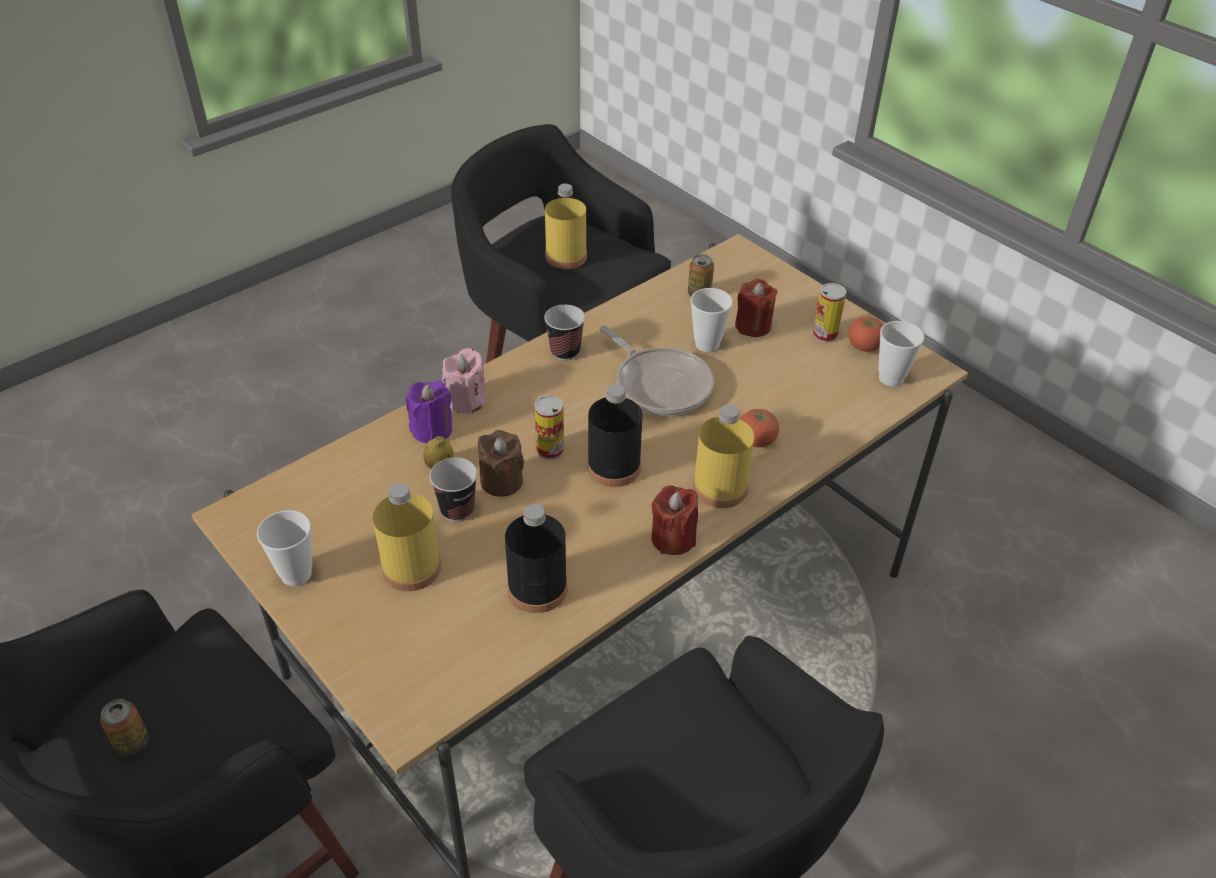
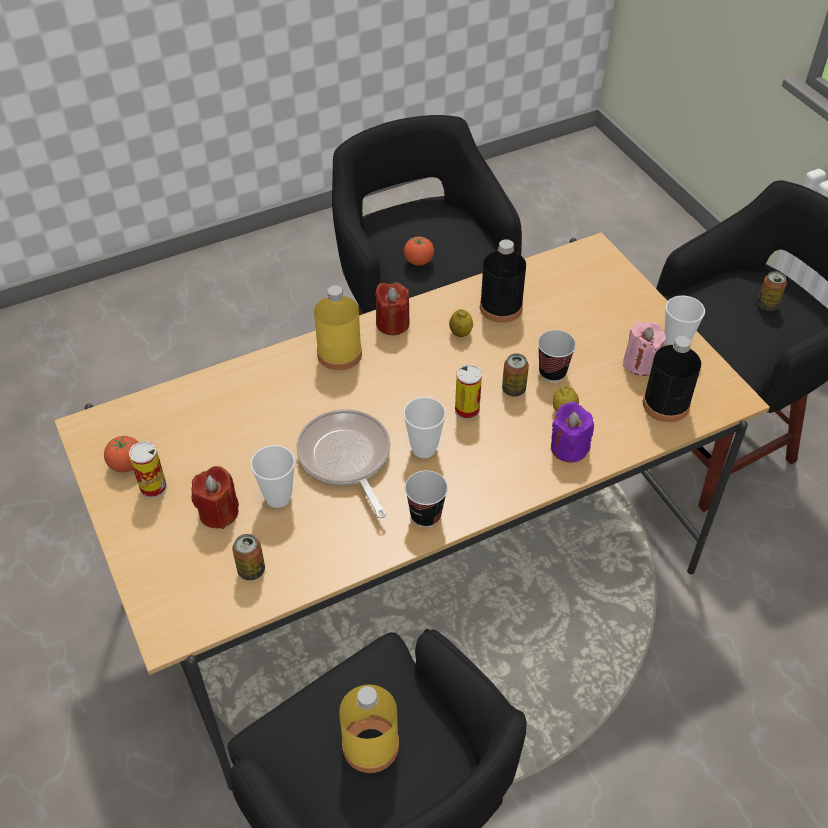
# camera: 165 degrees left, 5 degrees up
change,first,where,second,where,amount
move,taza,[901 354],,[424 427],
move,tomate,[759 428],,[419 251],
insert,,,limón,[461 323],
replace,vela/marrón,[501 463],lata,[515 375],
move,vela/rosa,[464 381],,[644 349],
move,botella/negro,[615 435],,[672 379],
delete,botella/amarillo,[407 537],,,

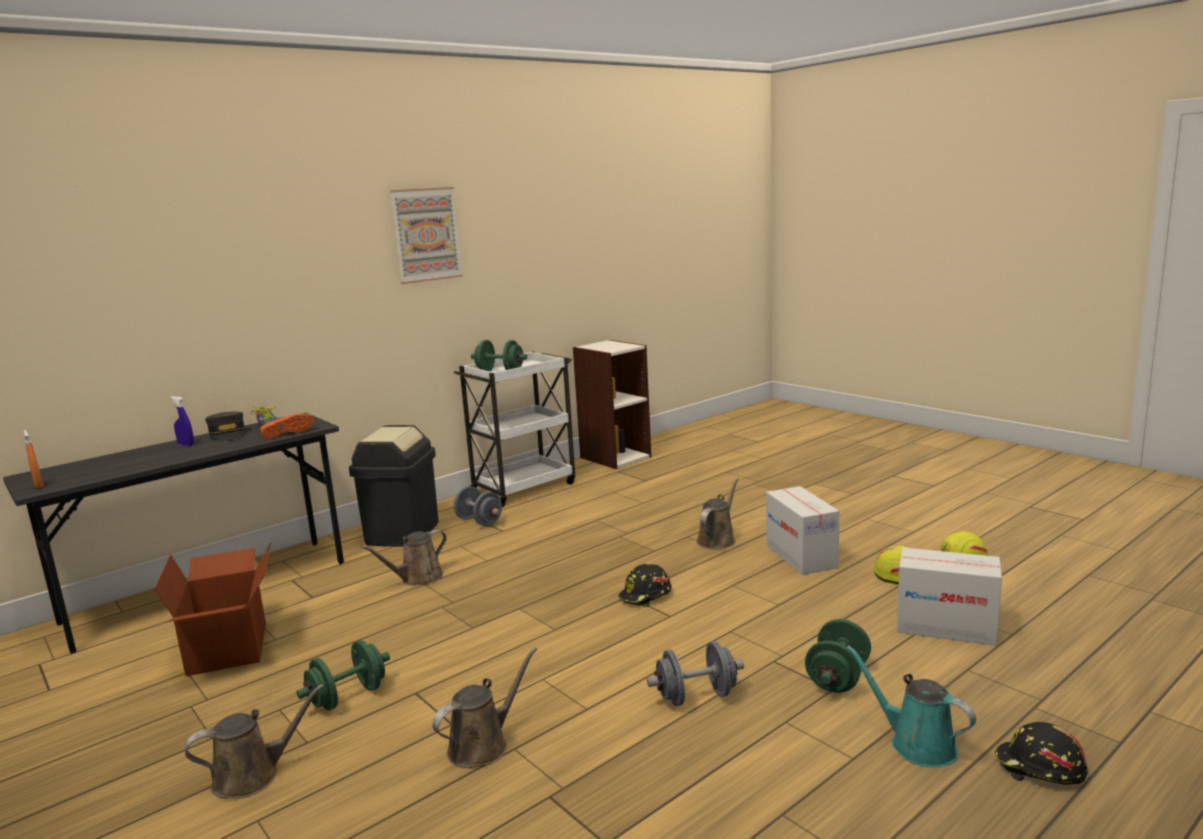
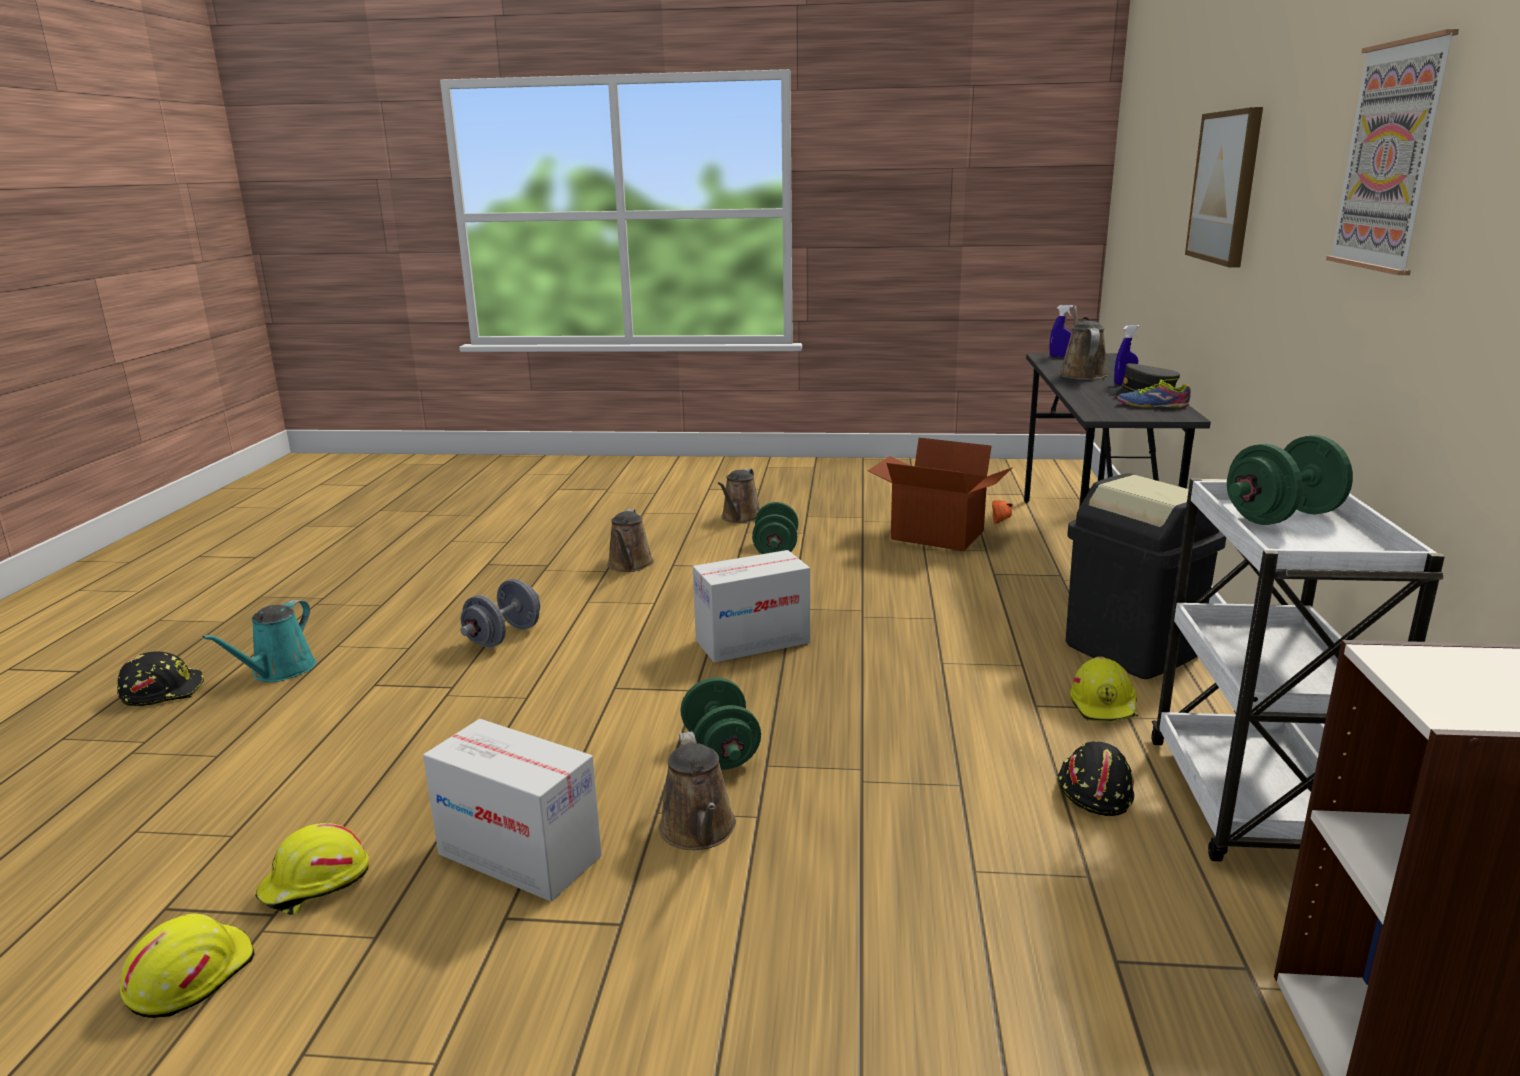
# camera: 135 degrees right, 5 degrees up
change,first,where,second,where,amount
rotate,regadera/turquesa,[911 706],,[259 641],105 degrees clockwise
move,mancuerna/verde,[838 656],,[720 724],
move,caja de cartón,[949 596],,[751 606],
move,zapato/naranja,[287 426],,[1002 512],
recolor,pulverizador/naranja,[33 459],pulverizador/azul,[1061 331],
move,casco/negro,[645 585],,[1095 778],
move,regadera/marrón,[404 558],,[1083 343],
replace,mancuerna/gris,[478 506],casco/amarillo,[1104 689],
insert,,,cuadro,[1224 187],

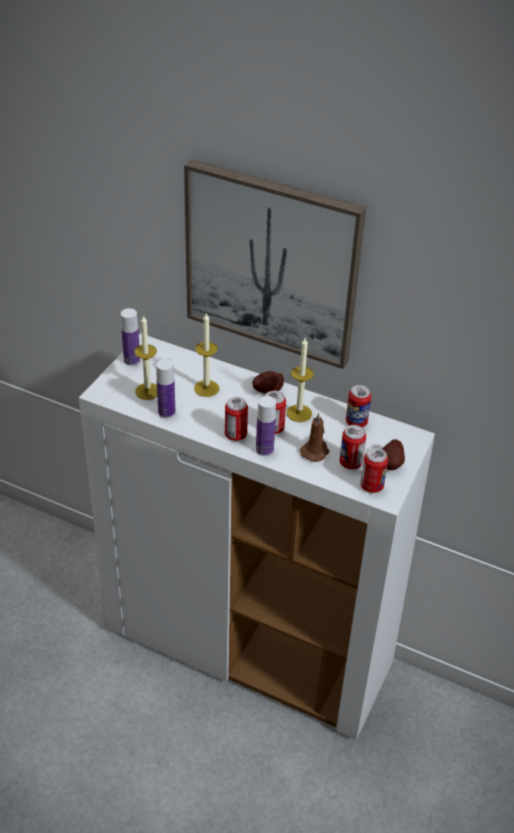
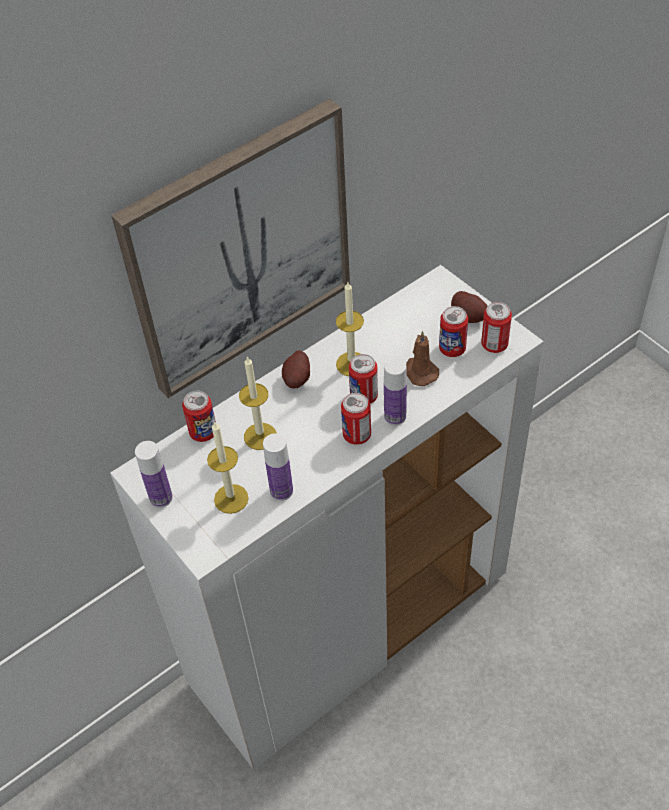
# camera: 60 degrees left, 10 degrees up
change,first,where,second,where,amount
move,lata,[358 406],,[199 416],

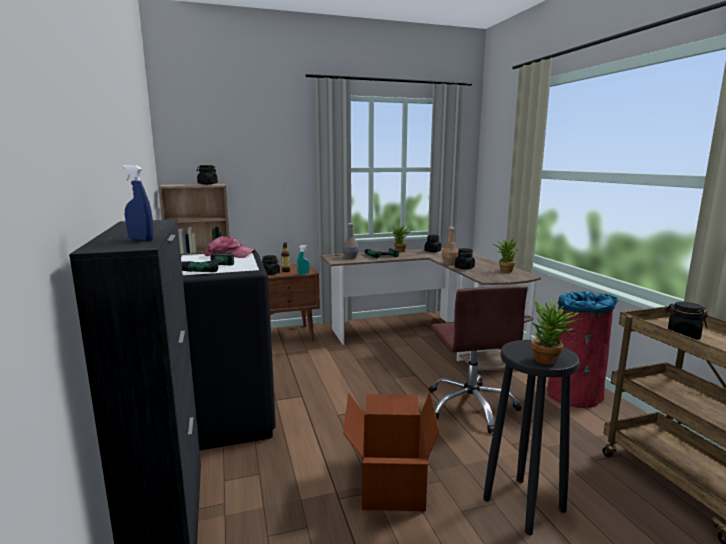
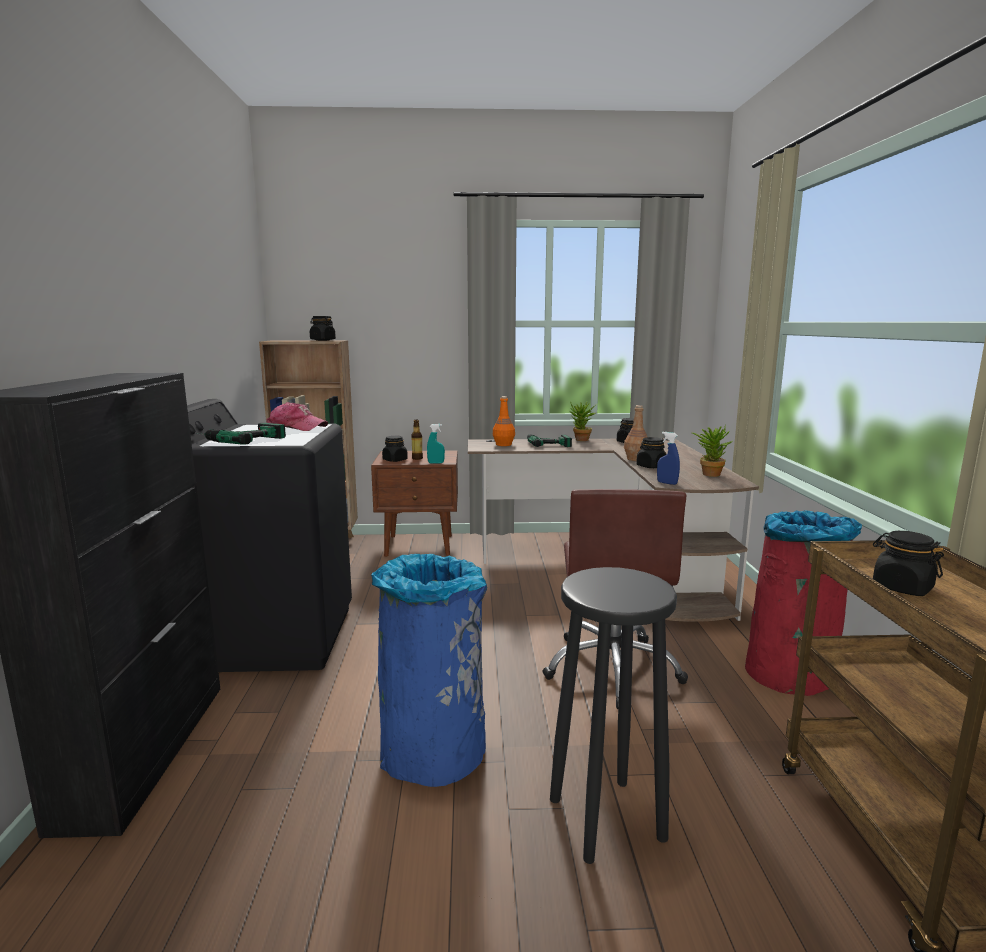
# camera: 15 degrees right, 0 degrees up
change,first,where,second,where,amount
replace,caja de cartón,[391 451],papelera/azul,[429 670],
recolor,botella/gris,[351 241],botella/naranja,[504 421],
move,pulverizador/azul,[138 203],,[668 458],
delete,planta en maceta,[556 332],,,

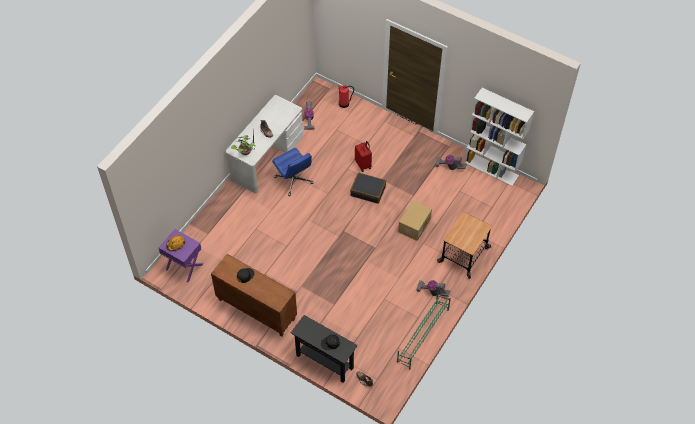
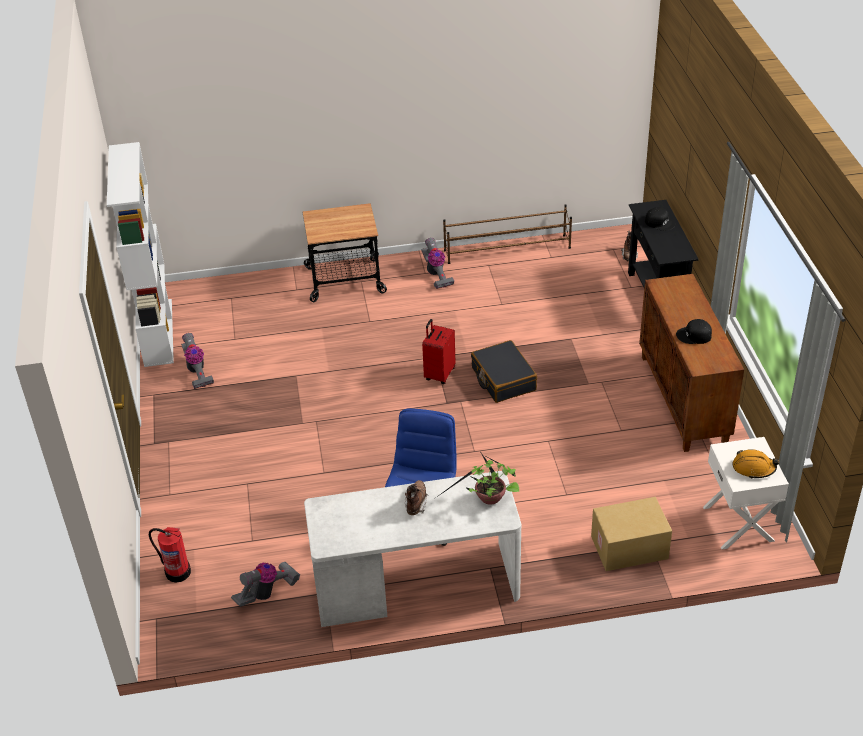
# camera: 130 degrees left, 15 degrees down
change,first,where,second,where,amount
move,maleta/rojo,[363 156],,[439 351],
recolor,zapatero/verde,[424 330],zapatero/marrón,[507 234],
move,maleta/negro,[368 188],,[504 371],
move,caja de cartón,[415 220],,[631 534],
recolor,mesita de noche/morado,[180 256],mesita de noche/blanco,[746 493],

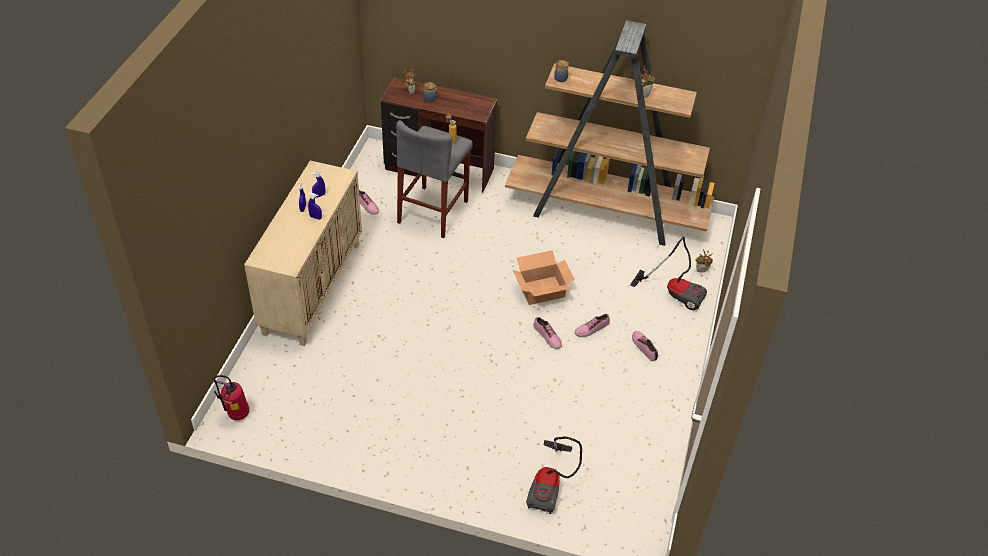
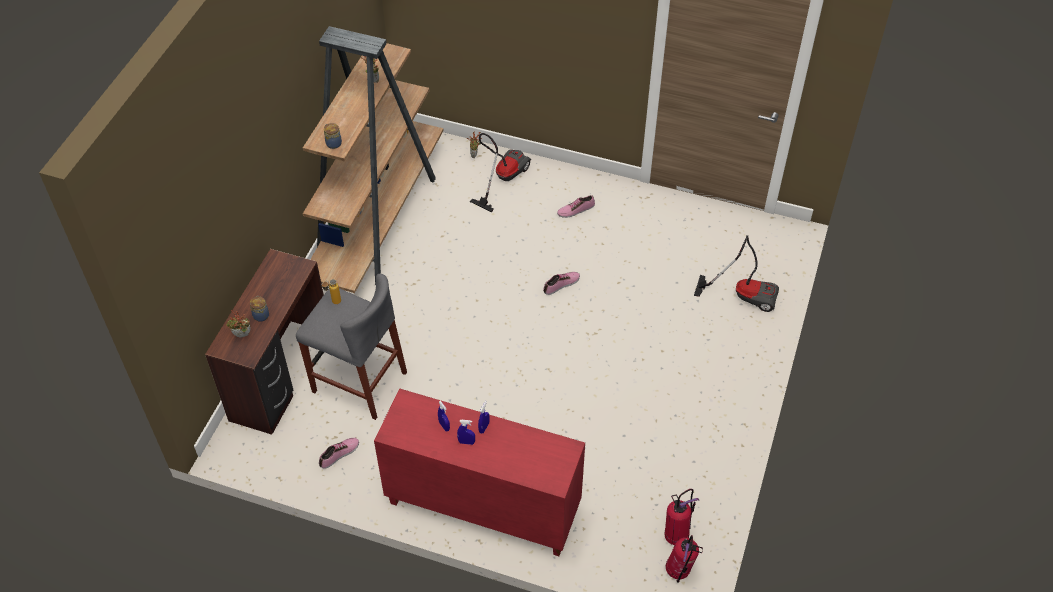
# camera: 85 degrees left, 5 degrees up
change,first,where,second,where,amount
recolor,armario/beis,[303 253],armario/rojo,[479 472],
insert,,,extintor,[681 517],
delete,caja de cartón,[543 277],,,
delete,zapato,[592 325],,,

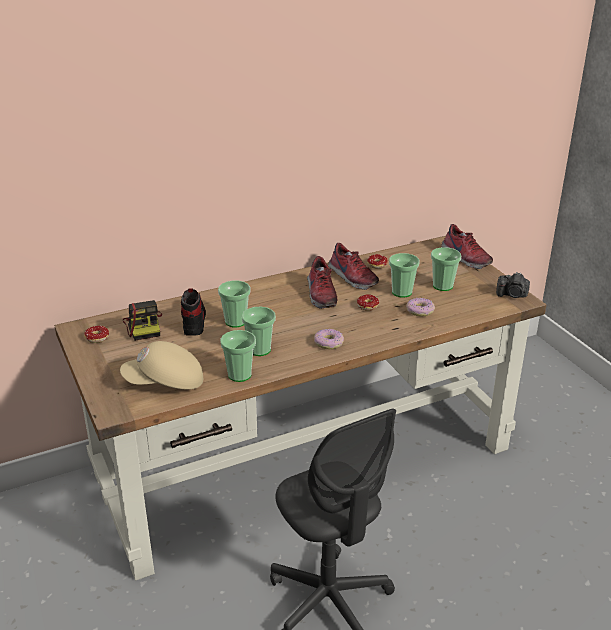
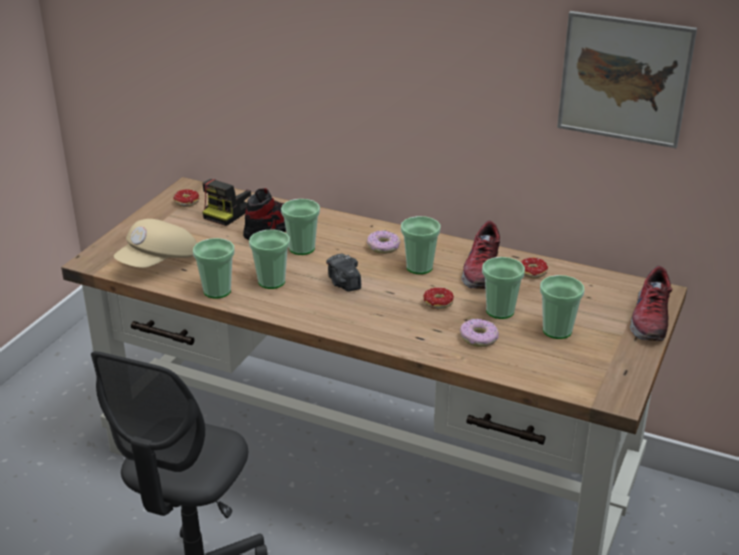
# camera: 50 degrees right, 0 degrees up
change,first,where,second,where,amount
rotate,gorra/beis,[161 365],,[155 243],90 degrees counterclockwise
move,cámara,[513 285],,[343 273],
move,rosquilla,[329 339],,[383 242],
replace,zapato,[322 282],taza,[421 245],
insert,,,cuadro,[627 79],

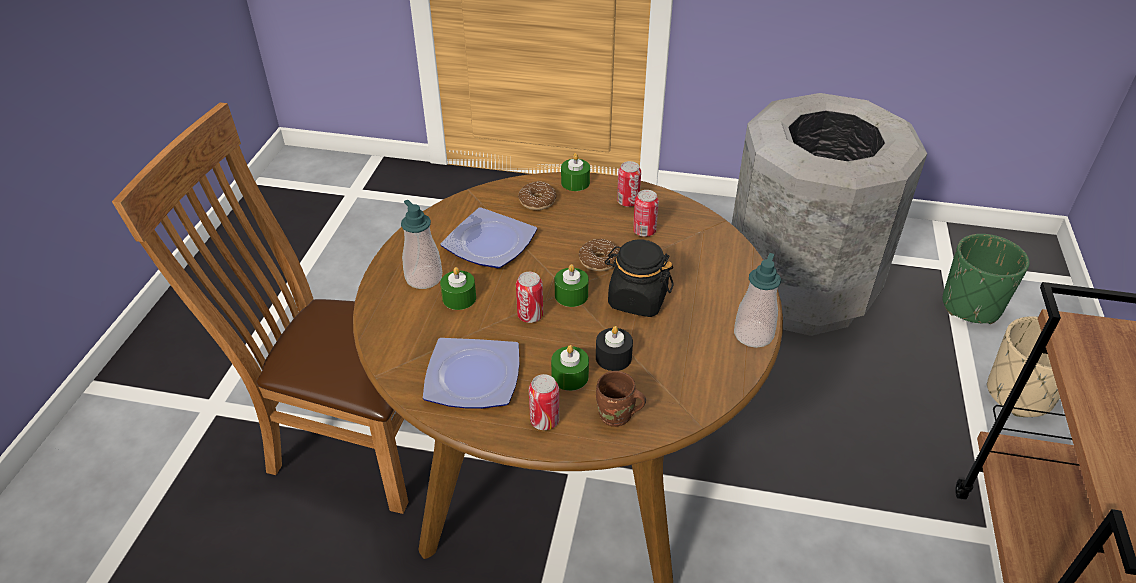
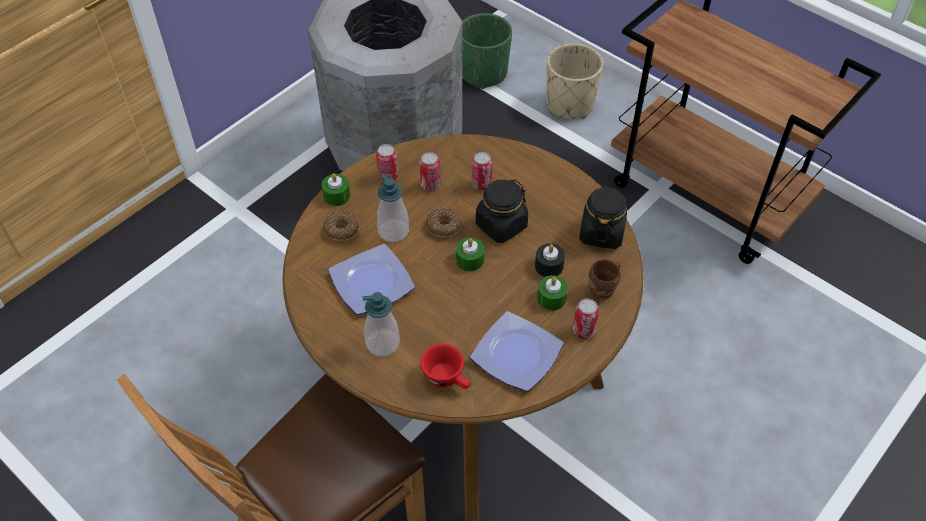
# camera: 60 degrees left, 10 degrees up
change,first,where,second,where,amount
move,dispensador de jabón,[757 300],,[393 207],
insert,,,taza/rojo,[445 366],
move,lata,[529 297],,[482 171],
insert,,,tarro/negro,[603 217],
delete,vela/verde,[458 288],,,

